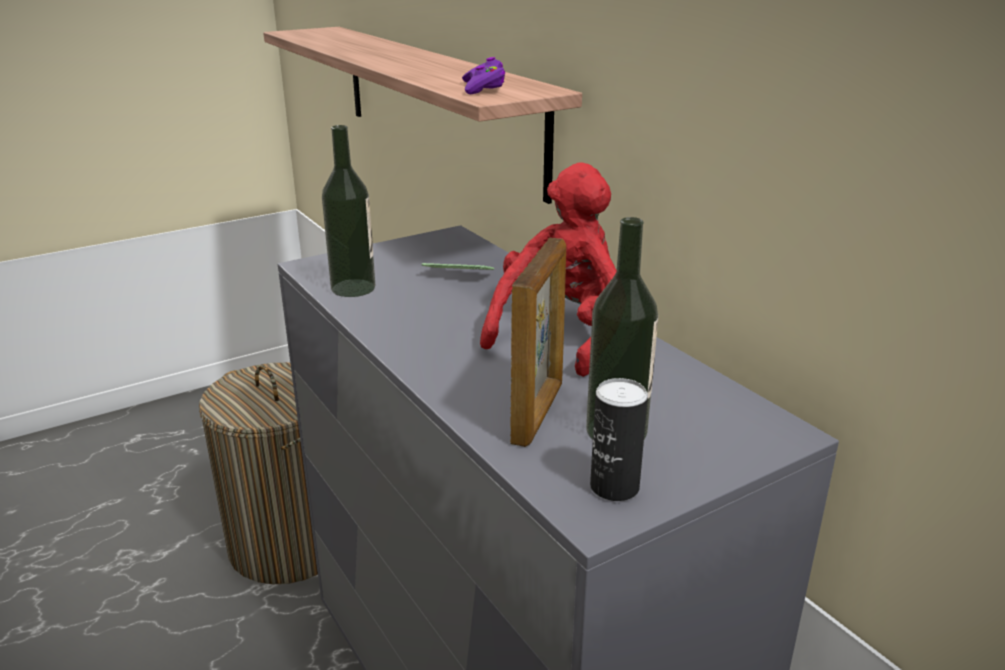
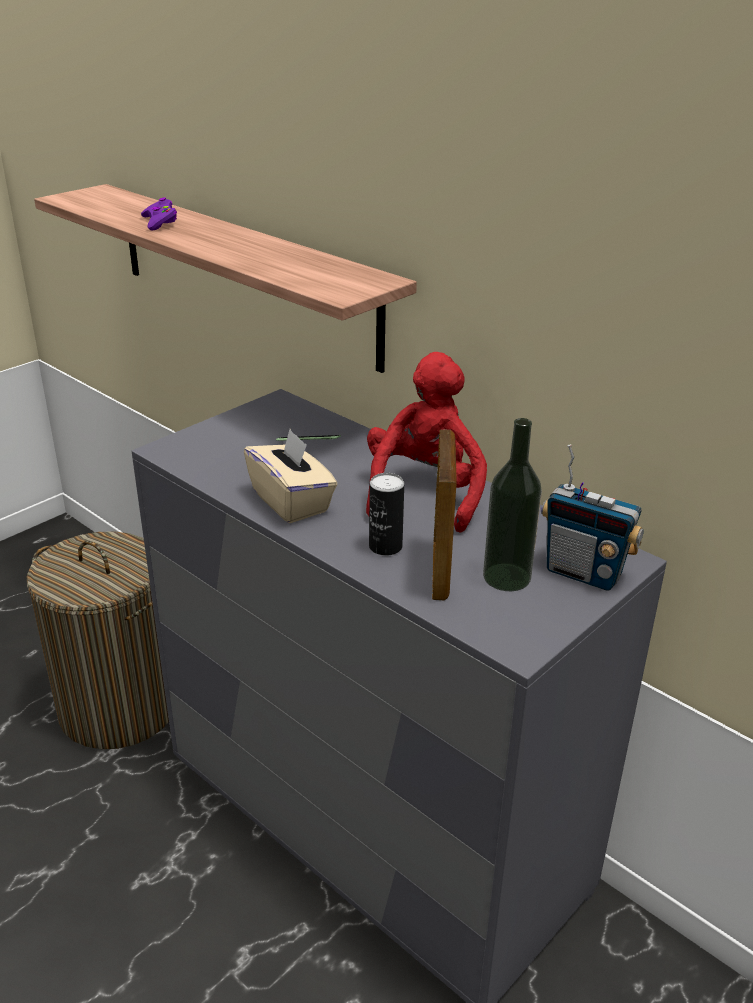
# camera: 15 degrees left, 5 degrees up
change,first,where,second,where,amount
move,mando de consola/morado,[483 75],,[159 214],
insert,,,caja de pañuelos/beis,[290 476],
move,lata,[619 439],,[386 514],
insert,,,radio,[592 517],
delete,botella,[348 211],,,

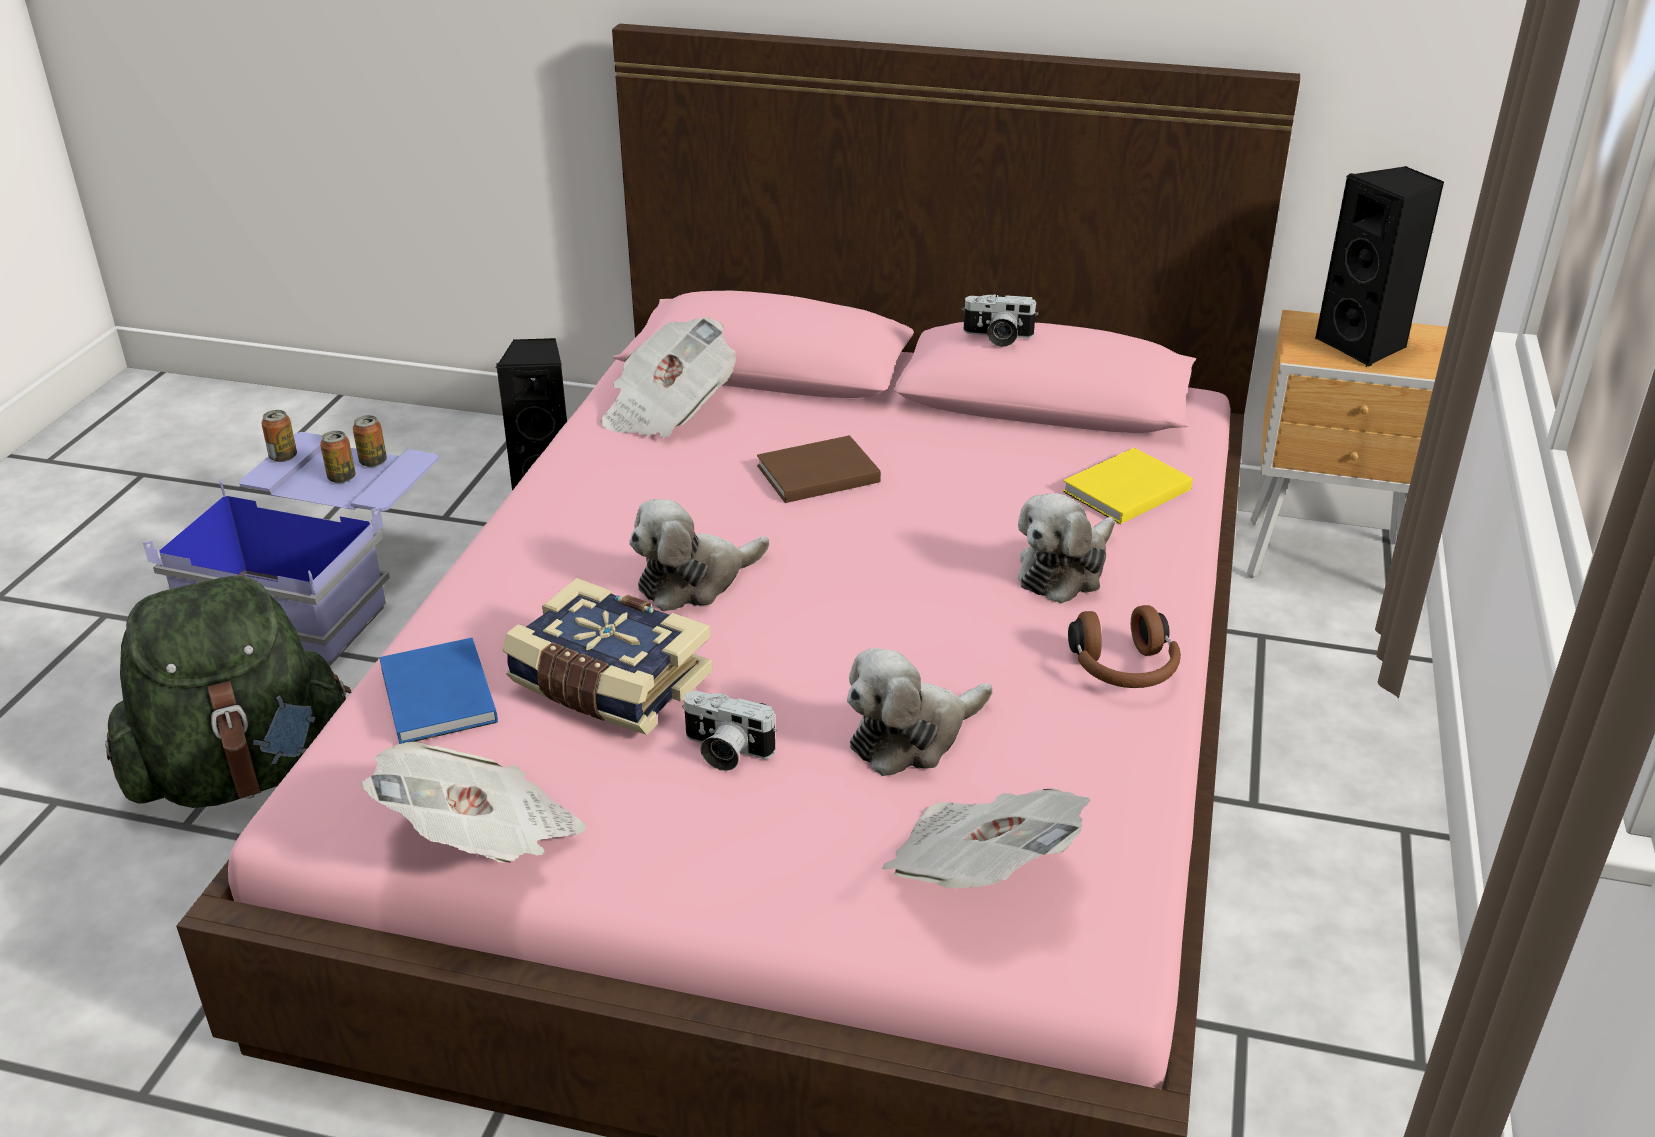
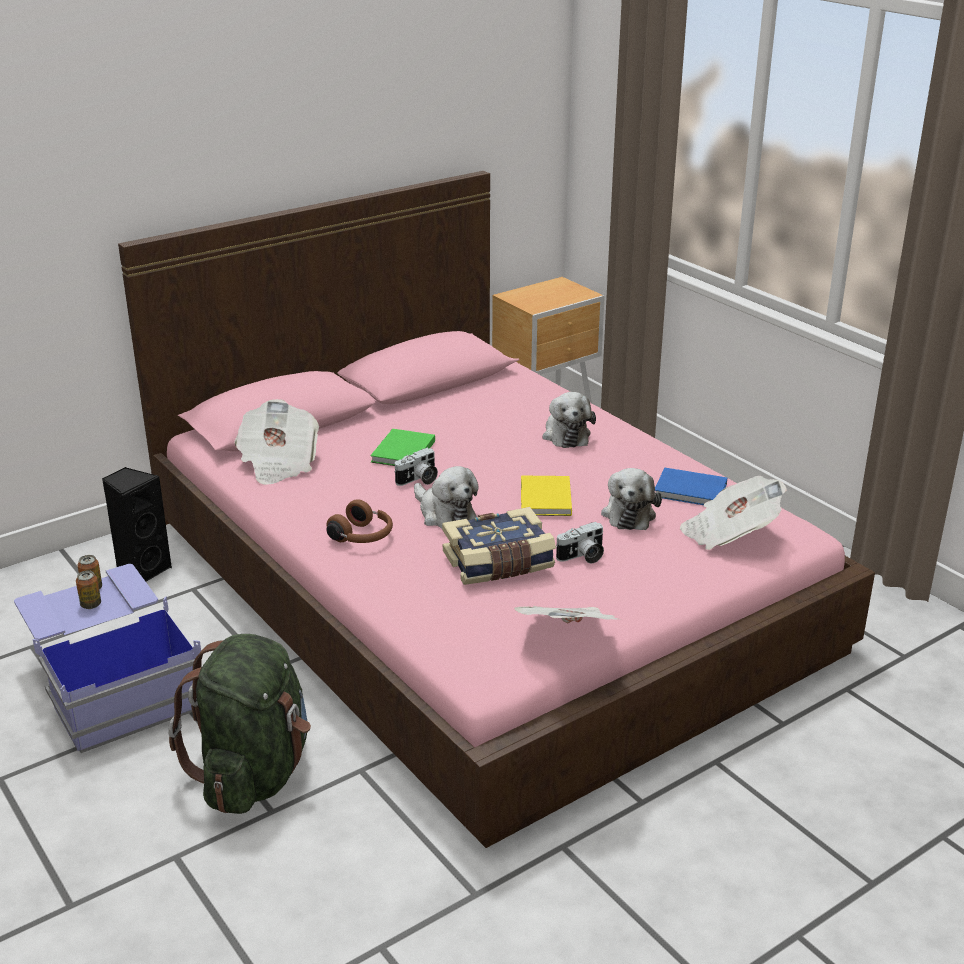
# camera: 50 degrees left, 5 degrees down
change,first,where,second,where,amount
move,auriculares/marrón,[1124 646],,[360 521],
recolor,libro/marrón,[819 469],libro/verde,[403 447],
move,cámara,[1000 320],,[416 467],
rotate,peluche,[699 555],,[446 497],45 degrees counterclockwise
move,libro/amarillo,[1127 486],,[546 496],
move,libro/azul,[438 691],,[691 486],
delete,lata,[279 436],,,
delete,altavoz/negro,[1379 266],,,

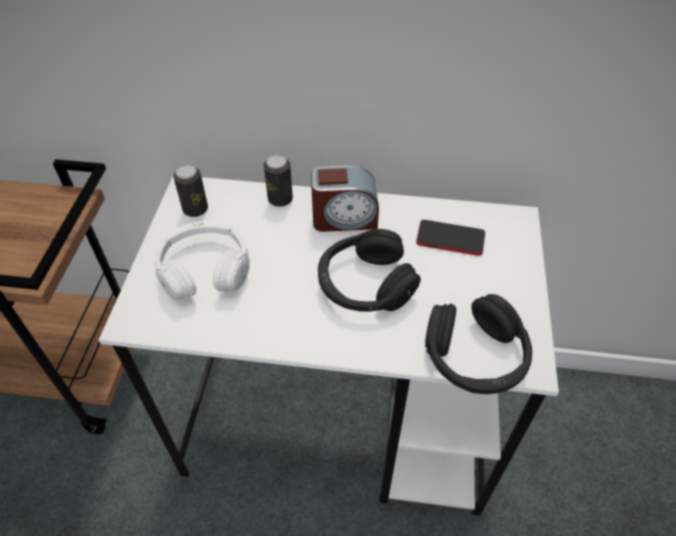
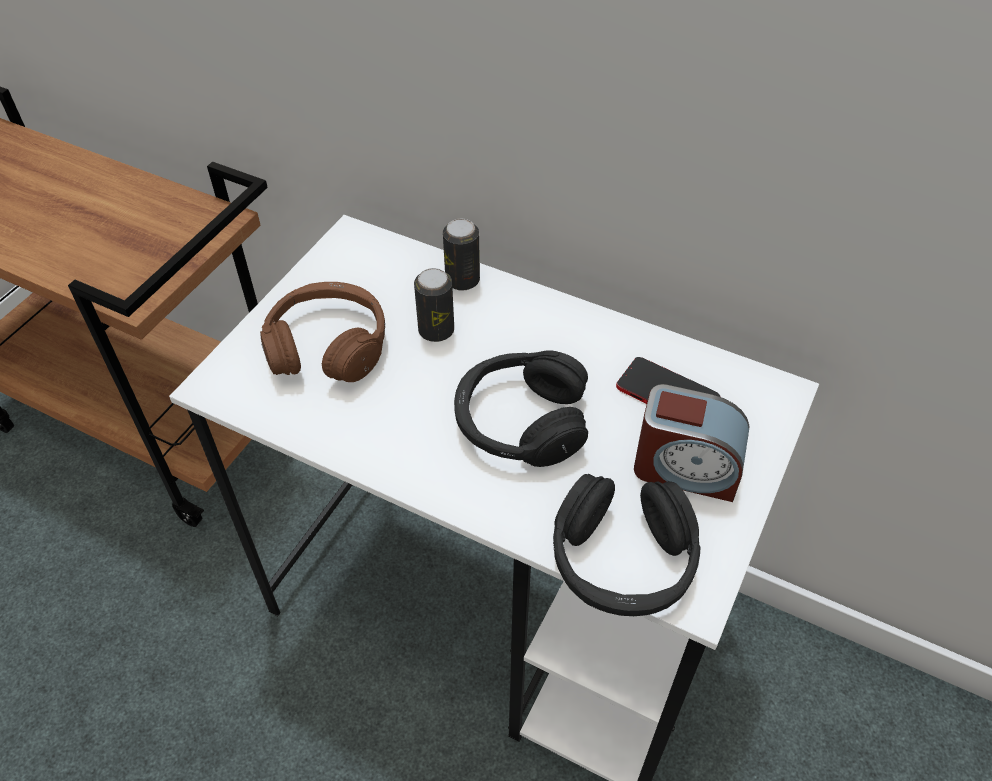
# camera: 20 degrees right, 0 degrees up
change,first,where,second,where,amount
recolor,auriculares/blanco,[202 261],auriculares/marrón,[322 332],
move,lata,[190 190],,[434 305],
move,despertador,[345 198],,[692 443],

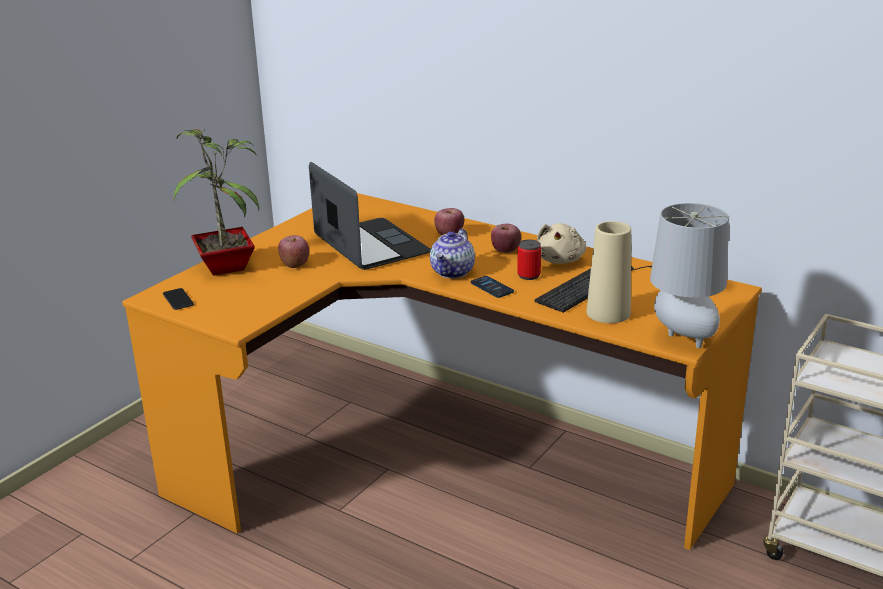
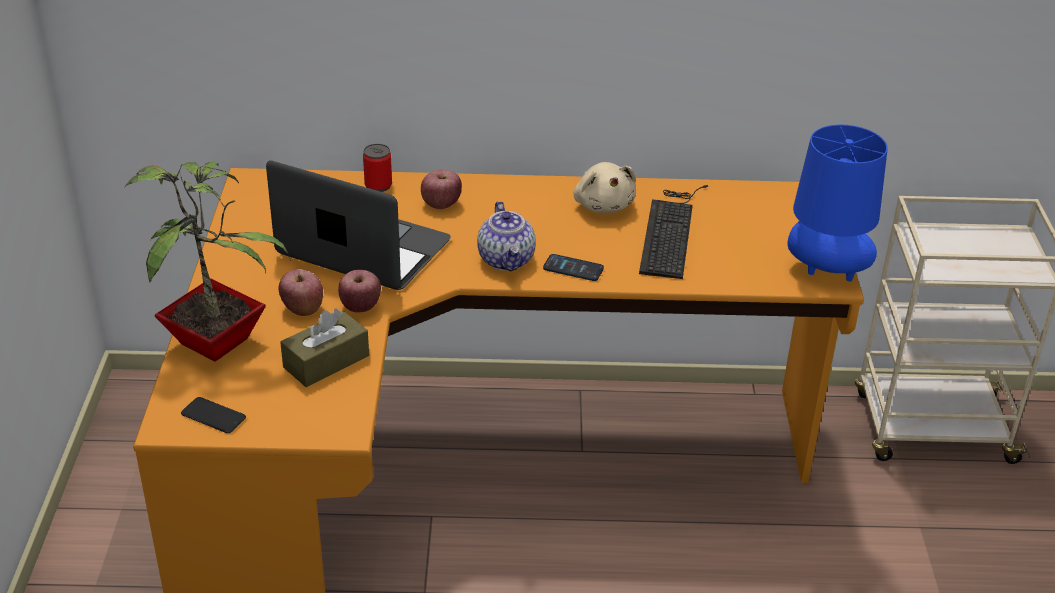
# camera: 35 degrees left, 10 degrees up
change,first,where,second,where,amount
insert,,,caja de pañuelos/marrón,[324 348],
move,manzana,[506 238],,[359 290],
move,lata,[529 259],,[377 168],
recolor,lámpara de mesa/gris,[689 275],lámpara de mesa/azul,[837 203],
delete,florero/beis,[608 272],,,

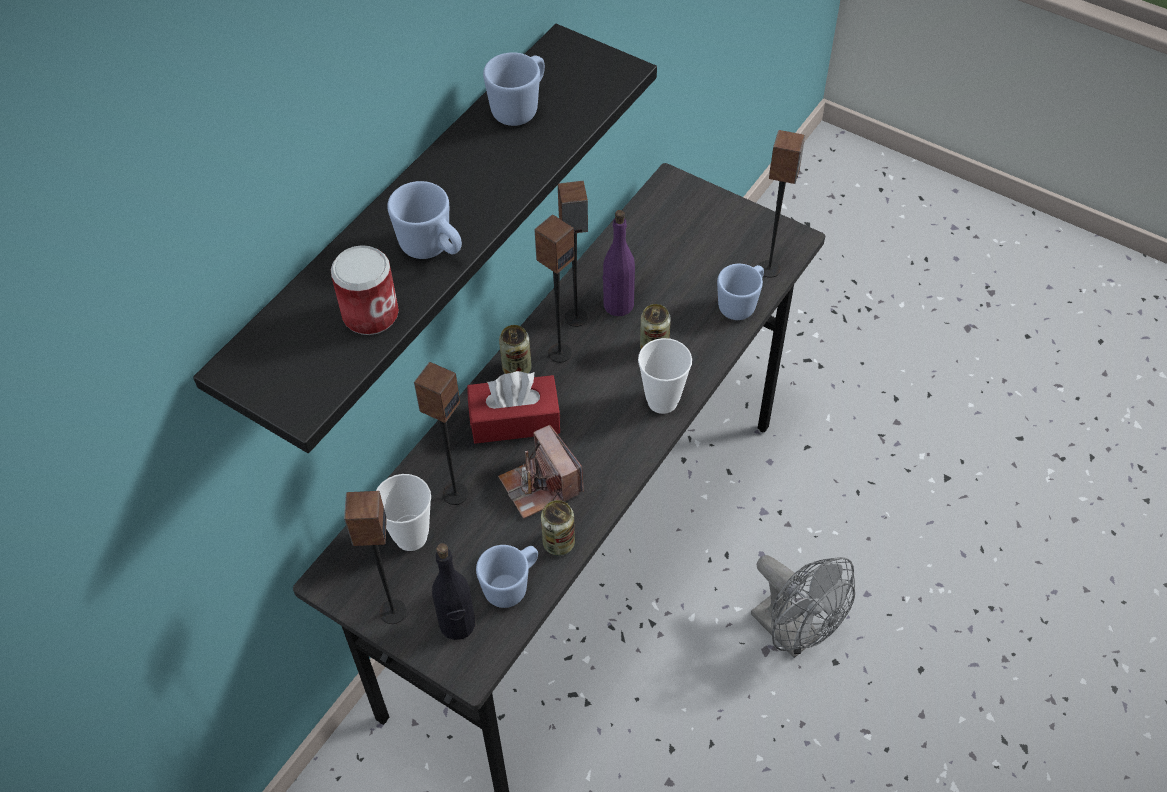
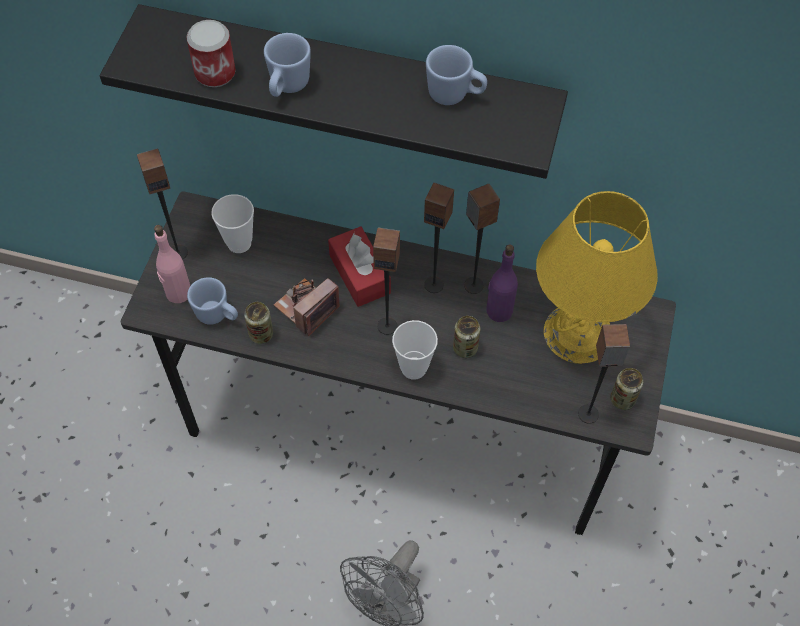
# camera: 70 degrees right, 5 degrees up
change,first,where,second,where,amount
recolor,botella/negro,[453 591],botella/rosa,[172 264],
move,altavoz,[441 433],,[386 281],
insert,,,lámpara de mesa/amarillo,[597 277],
move,lata,[515 349],,[626 389],
delete,taza grande/azul,[740 292],,,

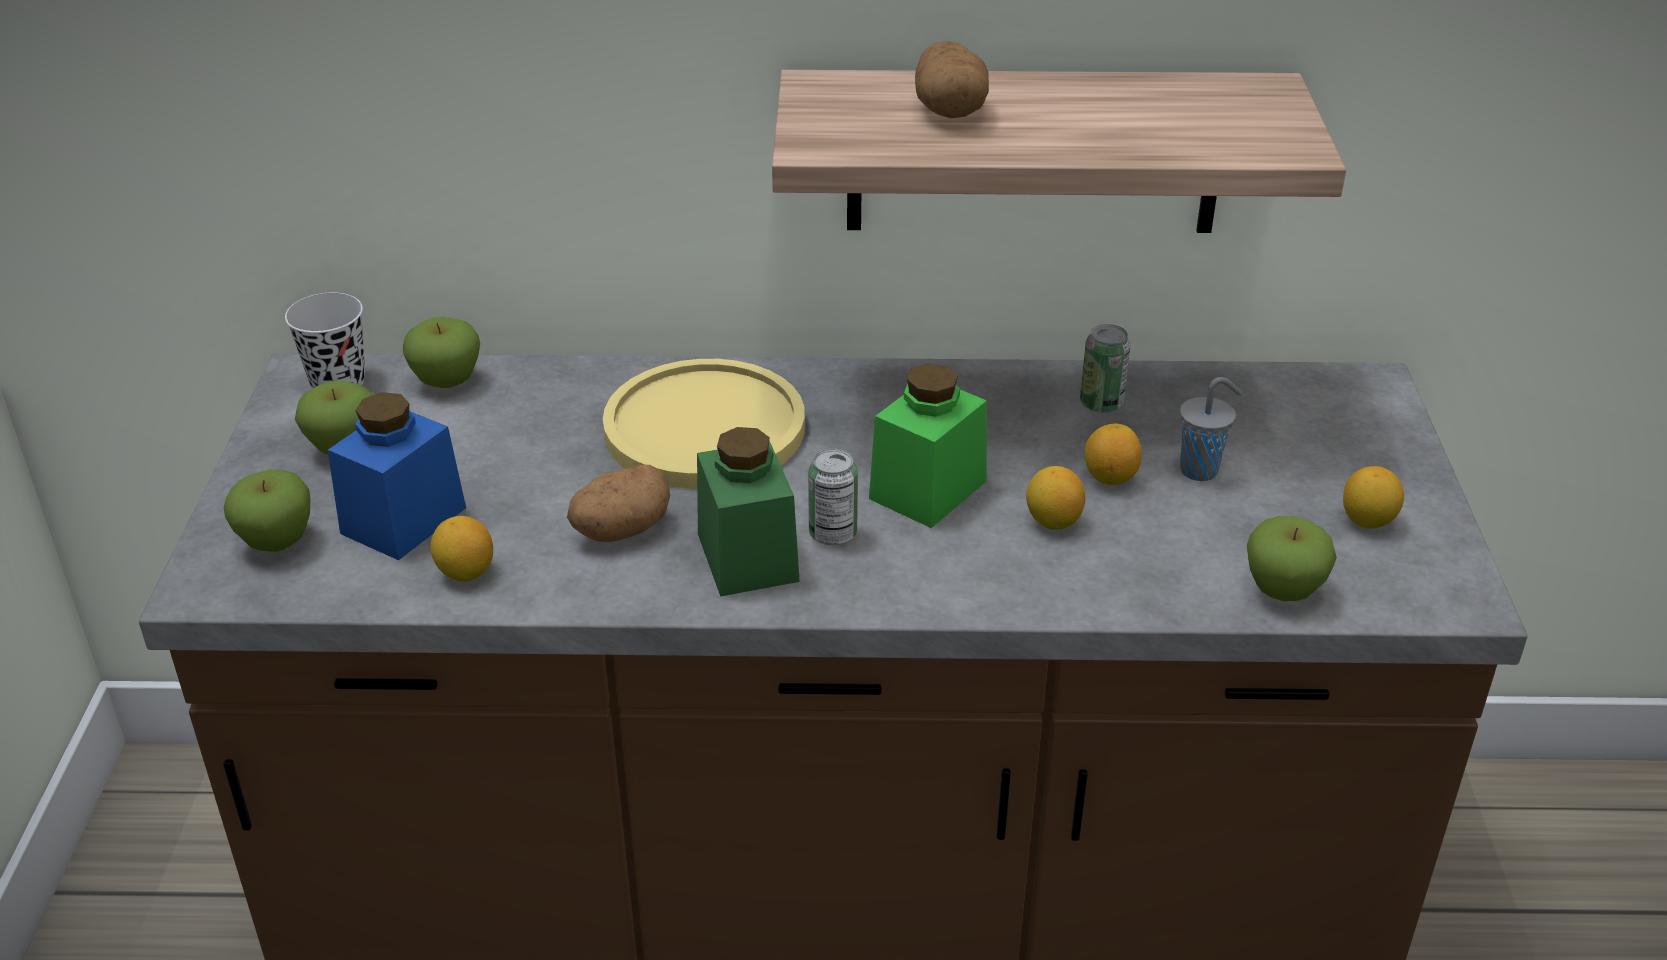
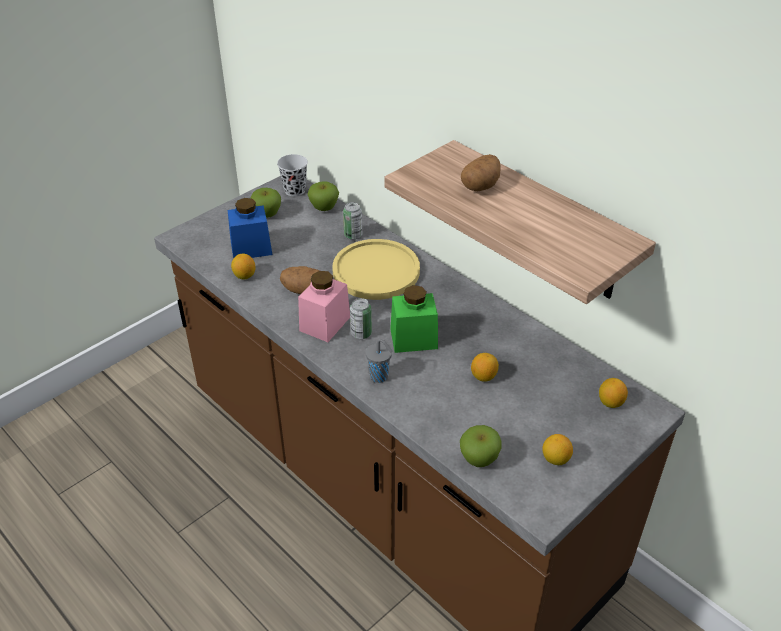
# camera: 45 degrees right, 5 degrees up
change,first,where,second,where,amount
recolor,tarro/verde,[748 511],tarro/rosa,[324 306],
move,lata,[1105 368],,[352 221],
move,taza/gris,[1211 429],,[379 361],
move,limón,[1055 498],,[613 393],
delete,manzana,[267 511],,,

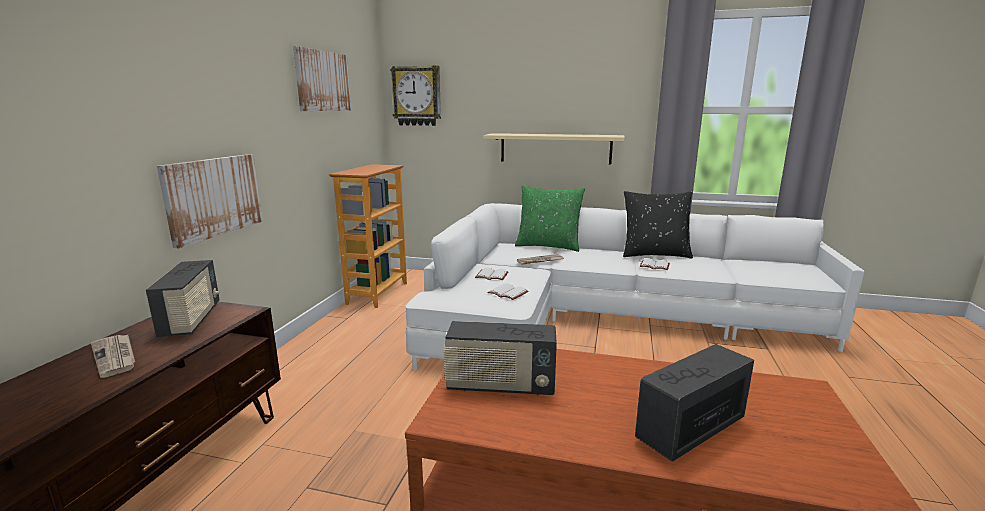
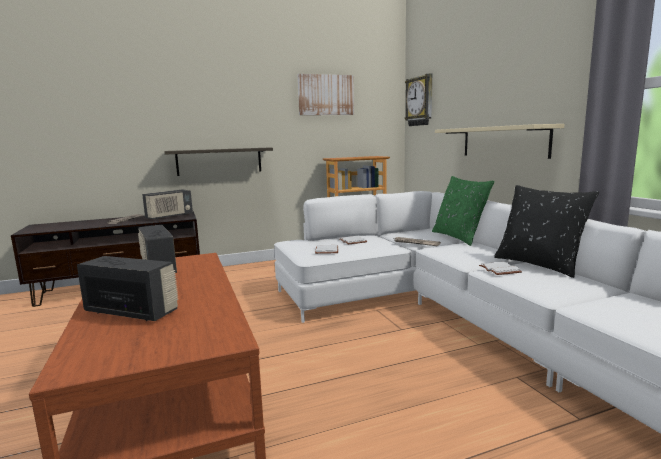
# camera: 55 degrees right, 5 degrees down
change,first,where,second,where,amount
replace,cuadro,[210 201],estante,[218 162],

